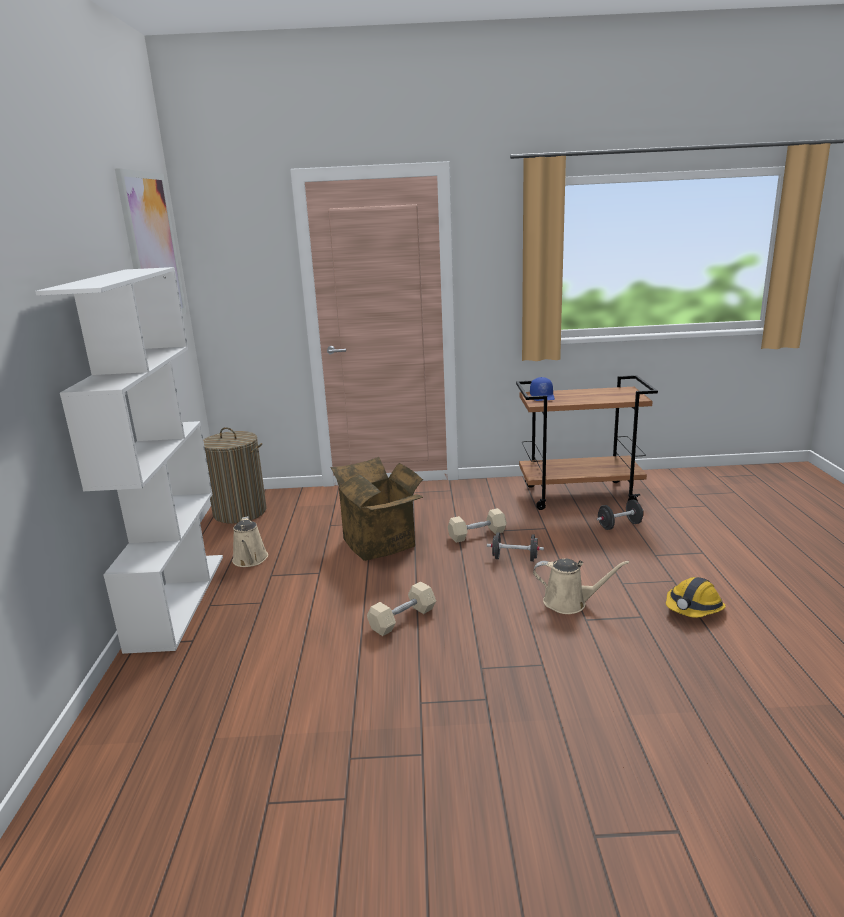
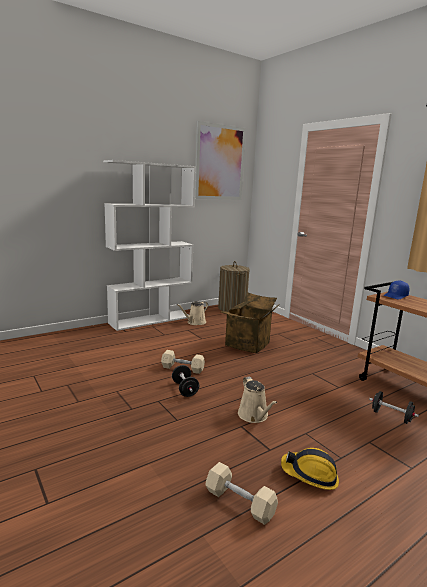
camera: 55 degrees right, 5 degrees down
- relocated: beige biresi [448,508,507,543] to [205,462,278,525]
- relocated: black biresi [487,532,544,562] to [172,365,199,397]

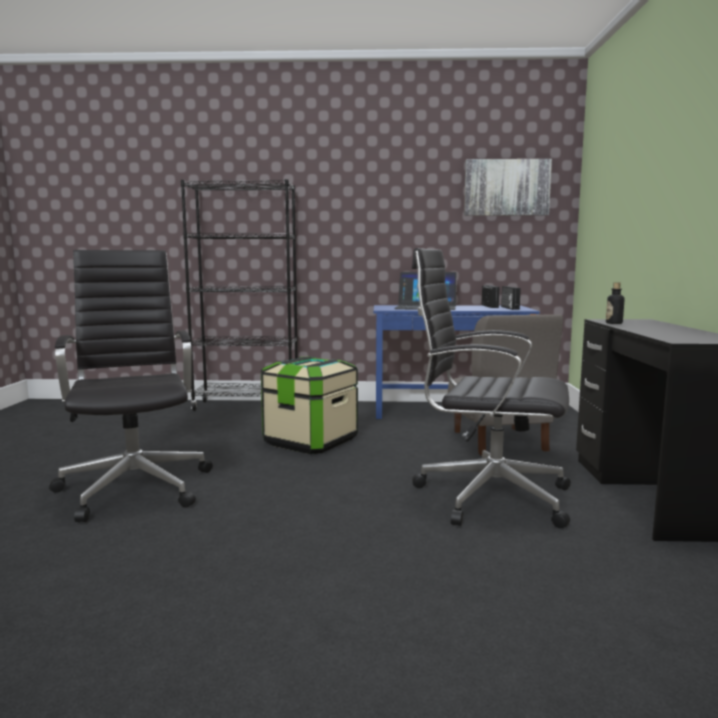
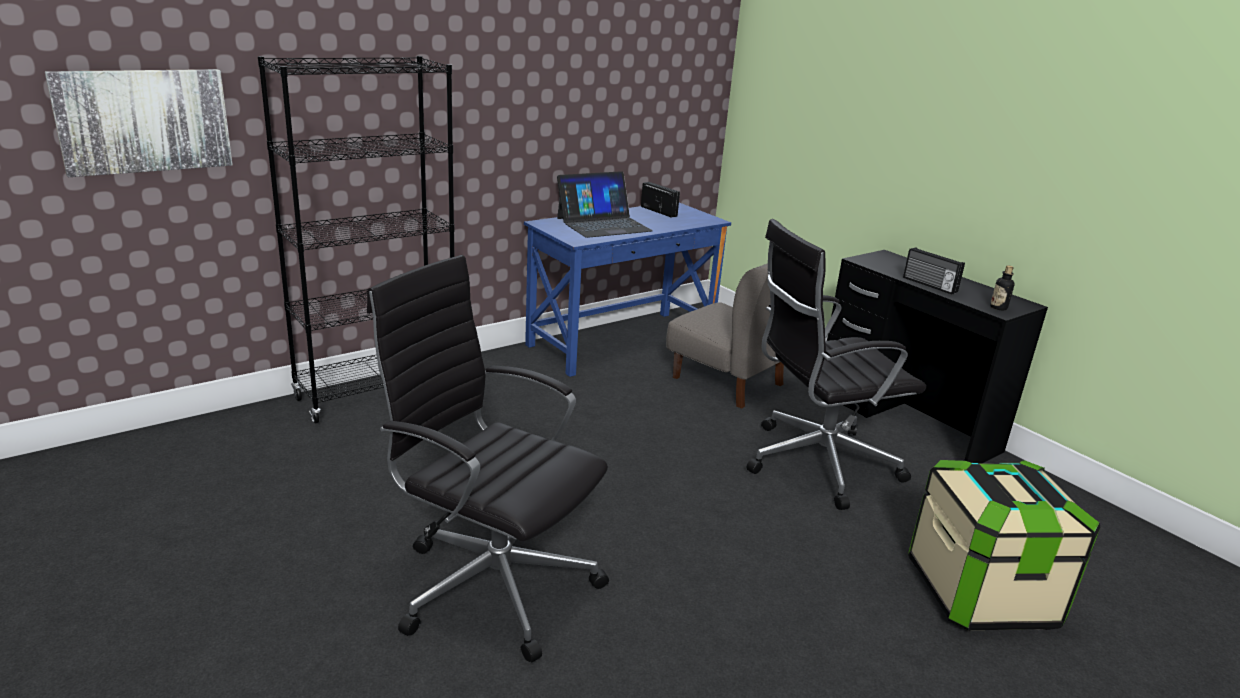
camera: 40 degrees left, 15 degrees up
- relocated: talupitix [261,356,358,454] to [908,460,1100,631]
- relocated: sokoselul [464,159,552,216] to [45,69,233,177]
- relocated: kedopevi [501,286,521,310] to [903,247,965,294]
- relocated: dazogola [606,282,625,324] to [990,265,1015,310]

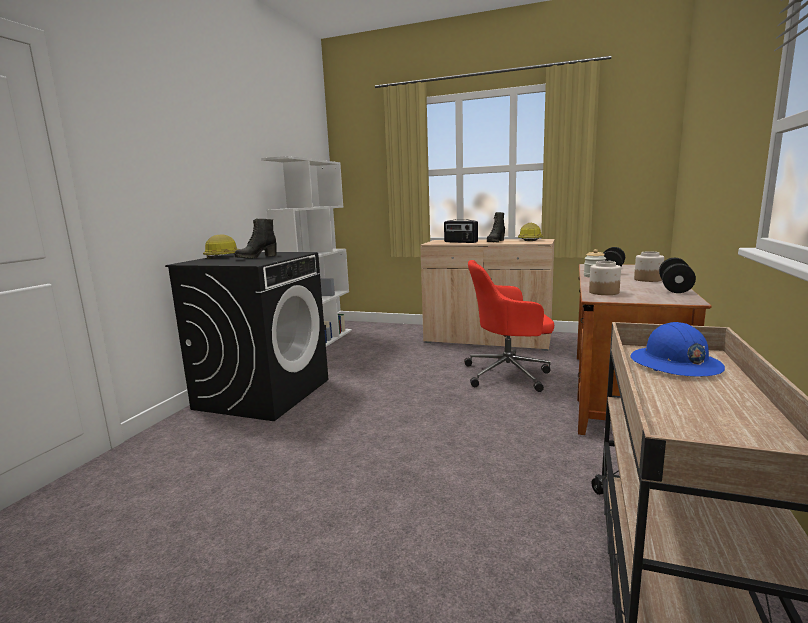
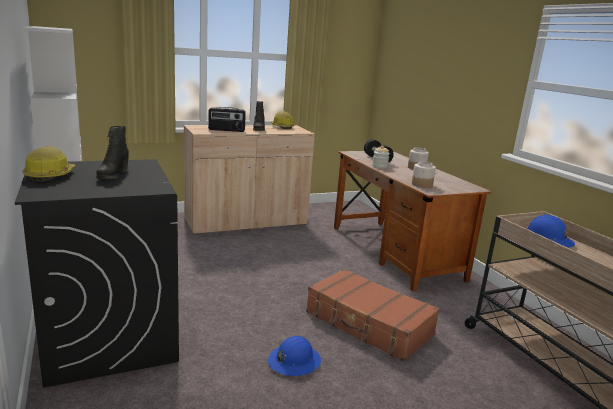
camera: 45 degrees left, 5 degrees up
- missing: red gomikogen [464,260,554,392]
- missing: black biresi [659,258,696,293]
- appeared: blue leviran [268,336,321,376]
- appeared: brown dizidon [306,268,440,362]

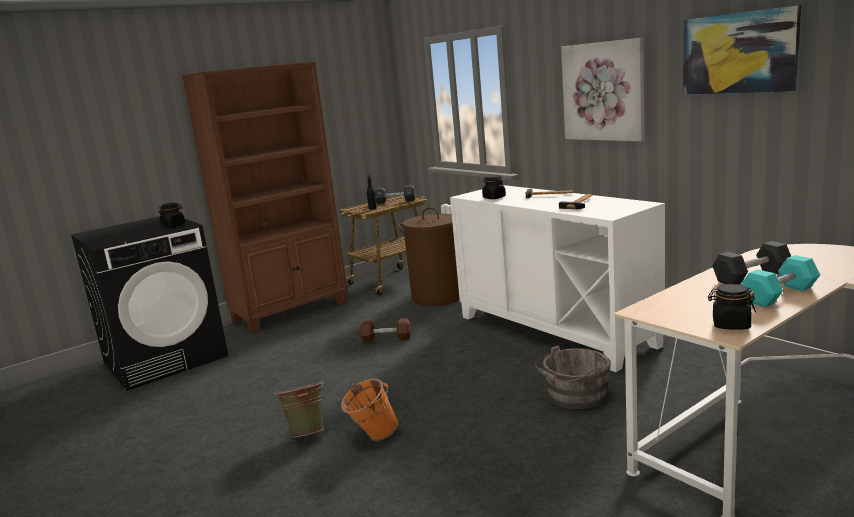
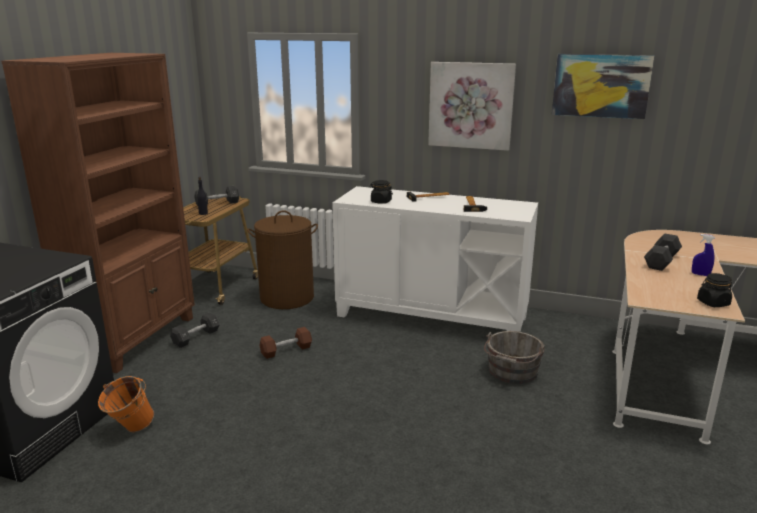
camera: 35 degrees left, 5 degrees up
- missing: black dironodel [159,203,185,228]
- missing: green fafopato [274,379,324,437]
- appeared: black biresi [170,313,220,348]
- relocated: orange fafopato [341,379,398,441] to [98,376,154,432]
- exchanged: turquoise biresi [741,255,820,307] to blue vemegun [692,234,715,276]

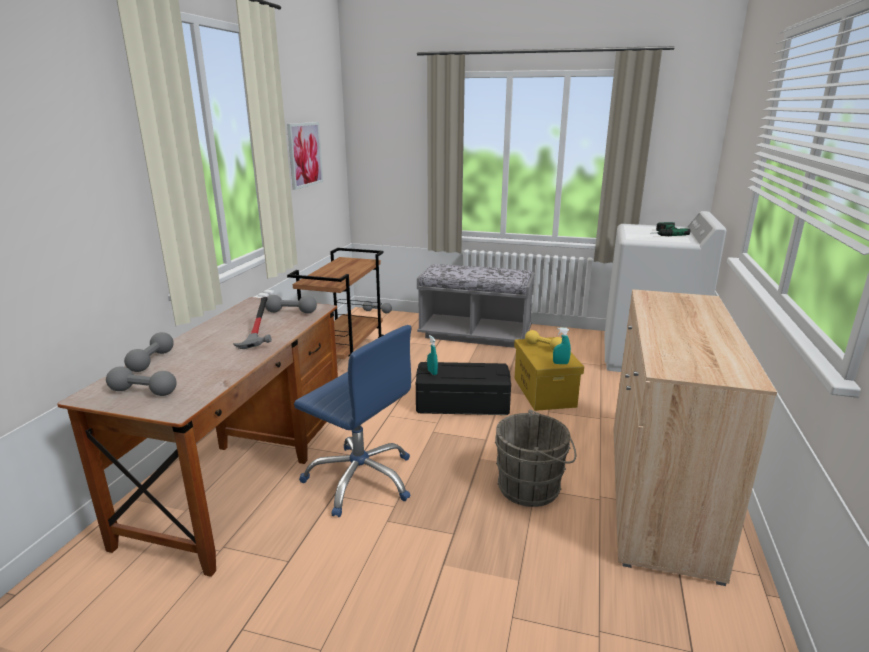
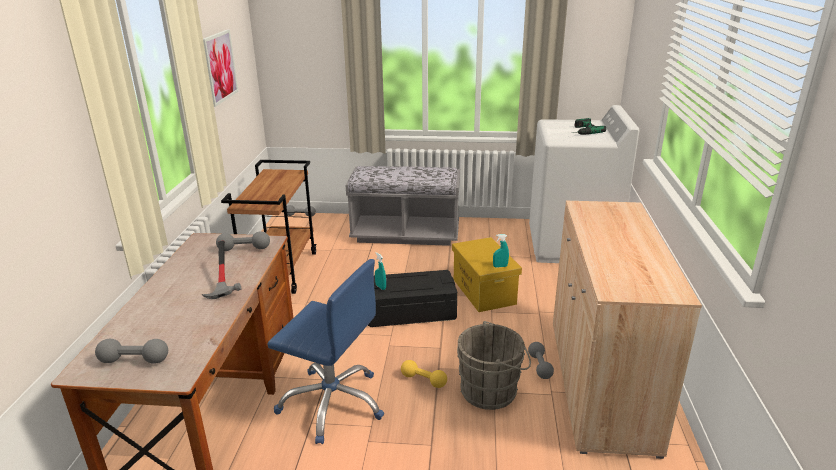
camera: 10 degrees left, 5 degrees up
- relocated: grey biresi [124,332,174,372] to [528,342,554,379]
- relocated: yellow biresi [525,330,562,350] to [401,360,447,388]

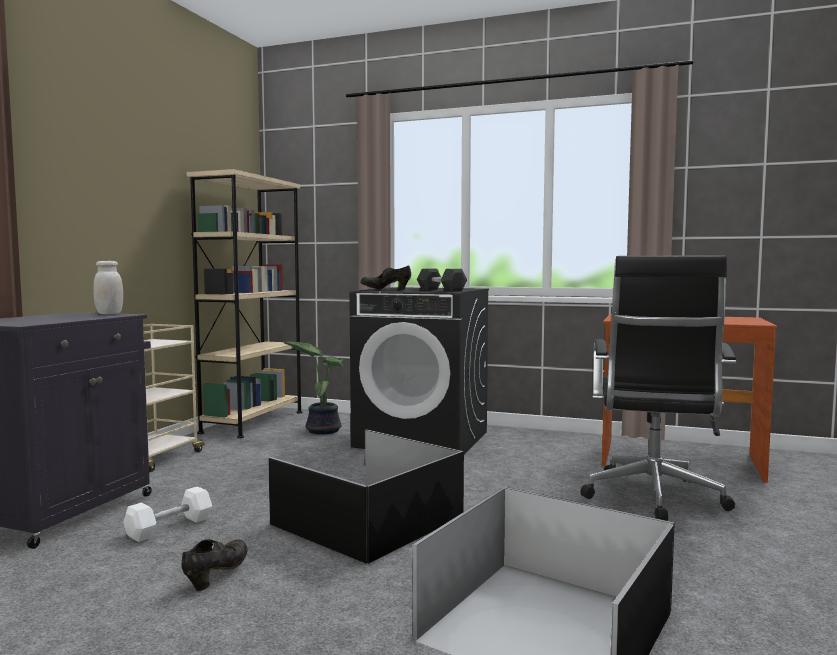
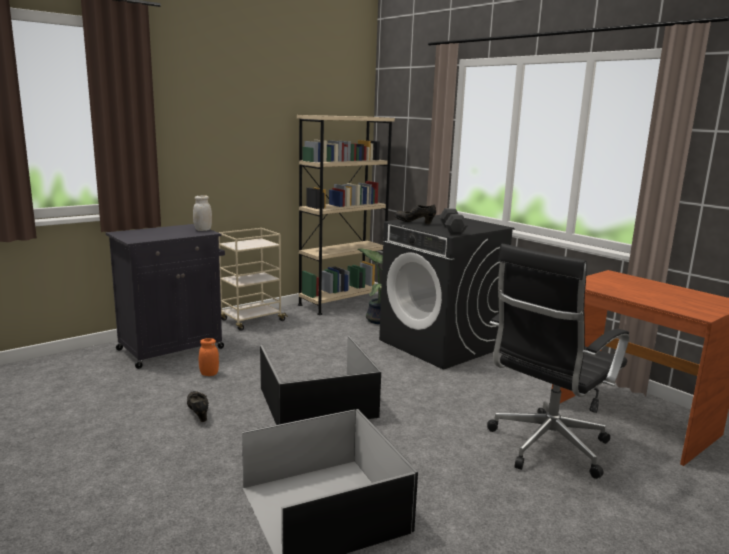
camera: 30 degrees right, 10 degrees up
- exchanged: white biresi [123,487,212,542] to orange dironodel [199,338,219,376]
- spun: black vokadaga [181,539,248,591] = [187,391,209,422] 75 degrees counterclockwise

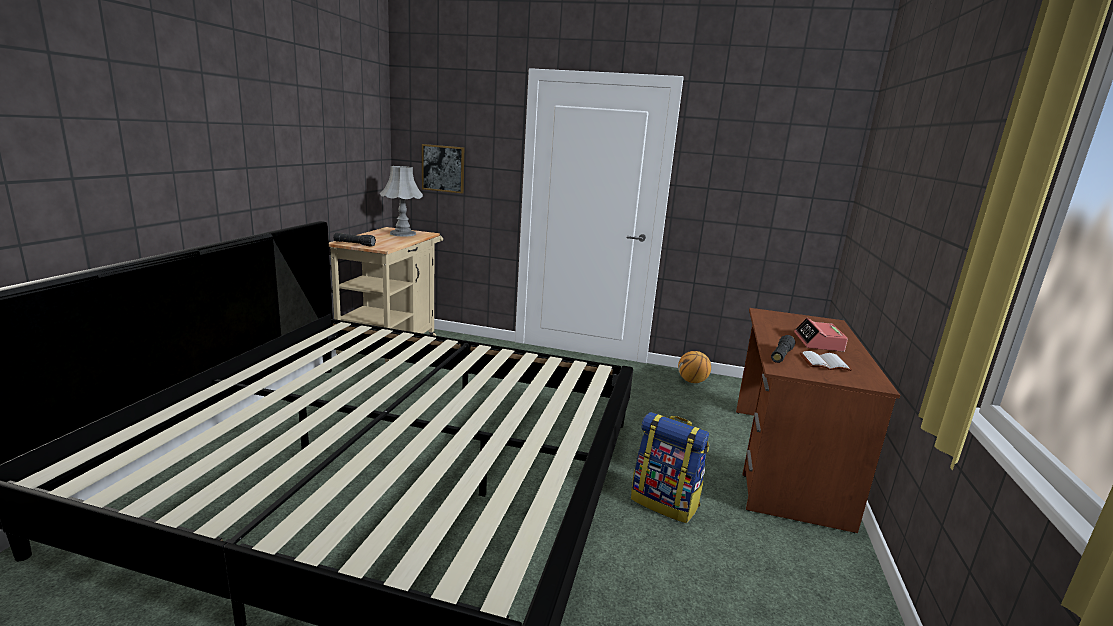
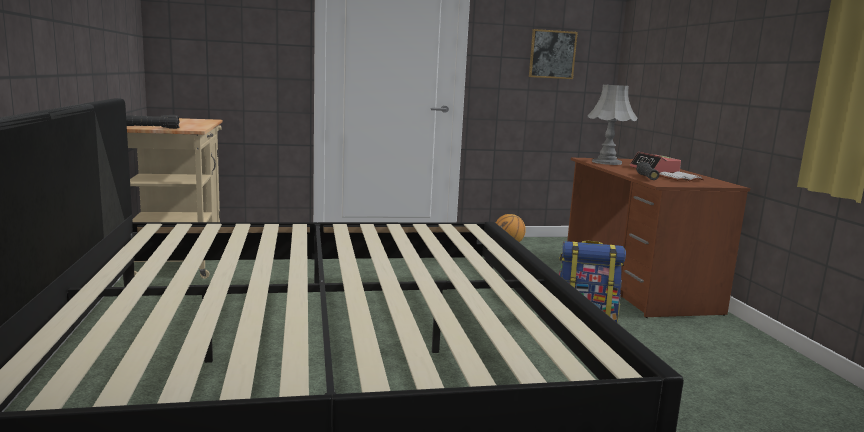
camera: 25 degrees left, 5 degrees down
- relocated: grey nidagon [380,166,423,237] to [587,85,638,165]
- relocated: sokoselul [422,144,464,193] to [529,29,578,79]

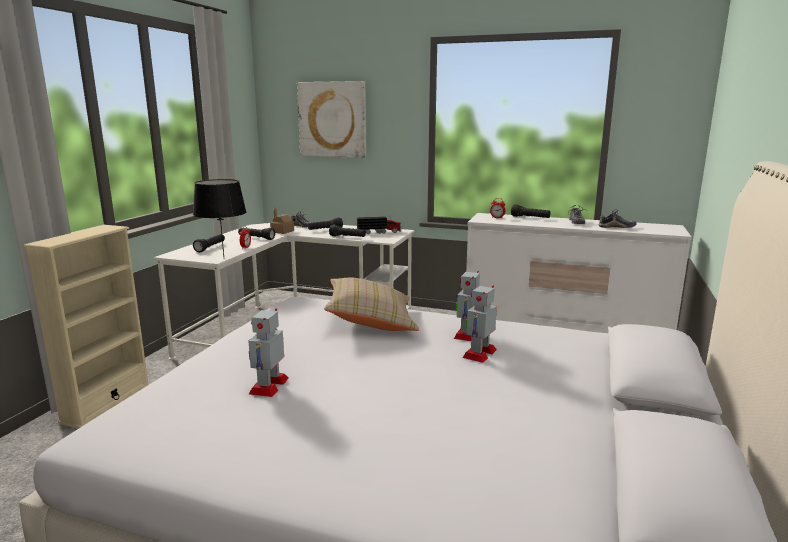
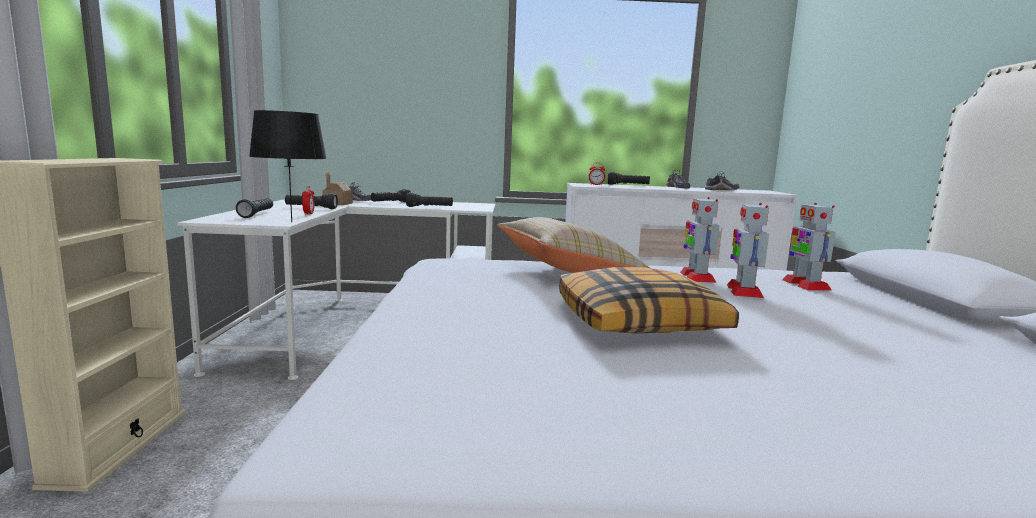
camera: 20 degrees left, 5 degrees down
- missing: sokoselul [297,81,366,158]
- missing: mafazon [357,216,401,234]
- appeared: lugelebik [559,267,739,333]
- relocated: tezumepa [248,309,288,397] to [782,203,836,291]

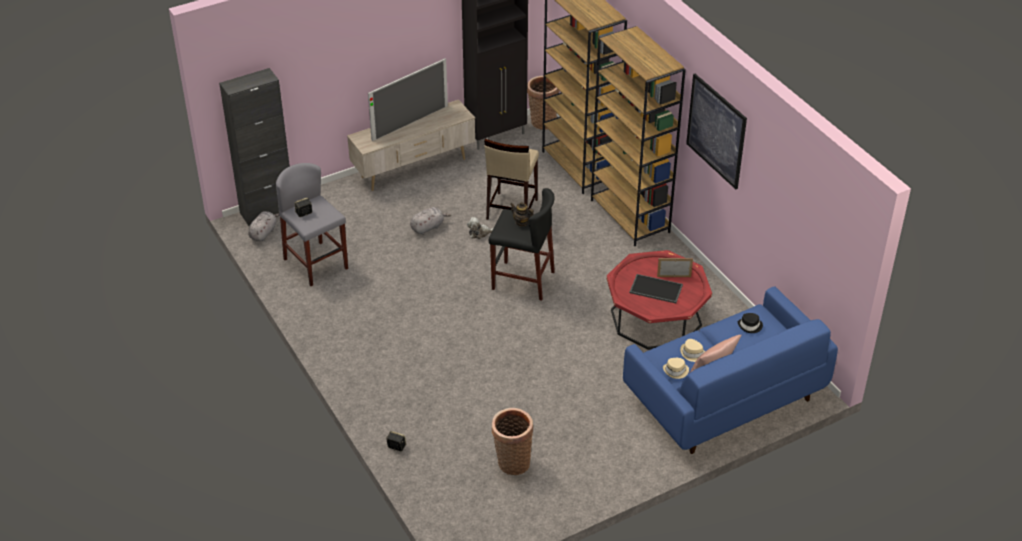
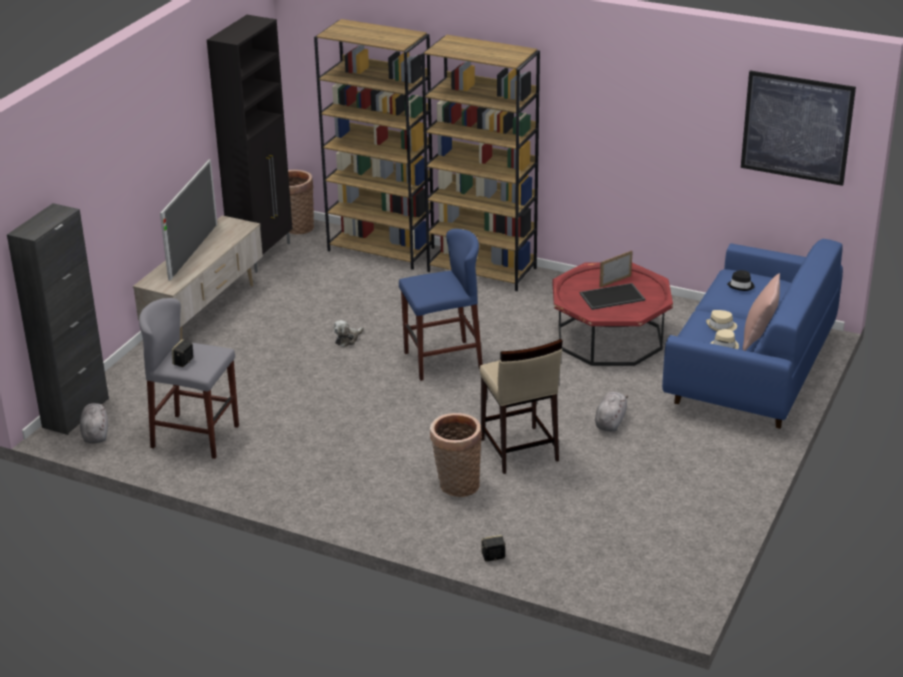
camera: 35 degrees left, 10 degrees down
- missing: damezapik [510,202,534,227]
- relocated: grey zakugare [410,207,451,235] to [595,391,629,432]
- relocated: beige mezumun [484,139,539,220] to [480,339,563,474]
- relocated: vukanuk [492,408,533,475] to [430,413,482,497]
- relocated: sokoselul [686,74,747,189] to [741,71,856,186]
- colour: black mezumun [489,188,555,301] to blue mezumun [399,229,483,381]

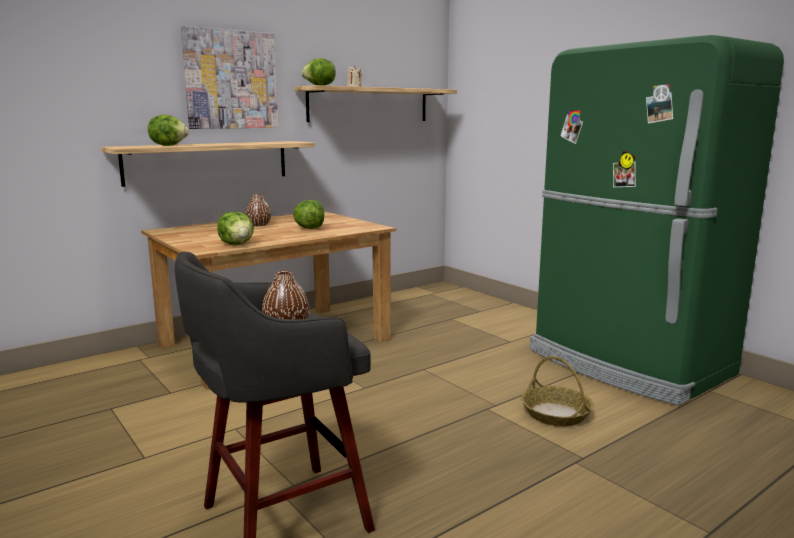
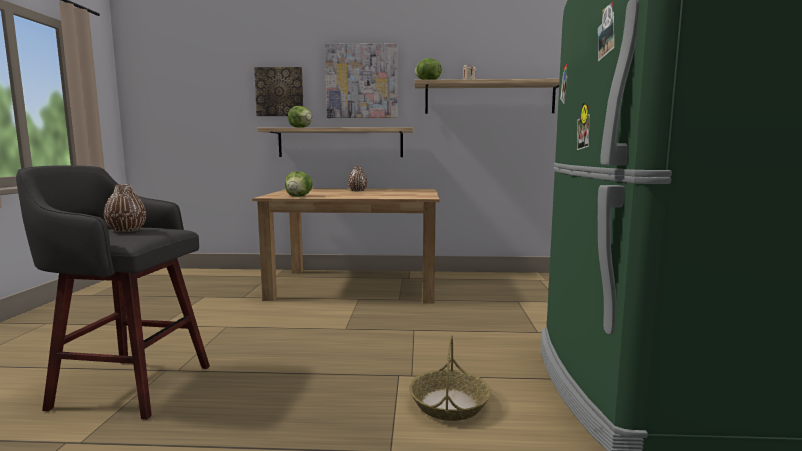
camera: 40 degrees right, 5 degrees down
- missing: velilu [293,200,324,229]
- appeared: sokoselul [254,67,303,116]

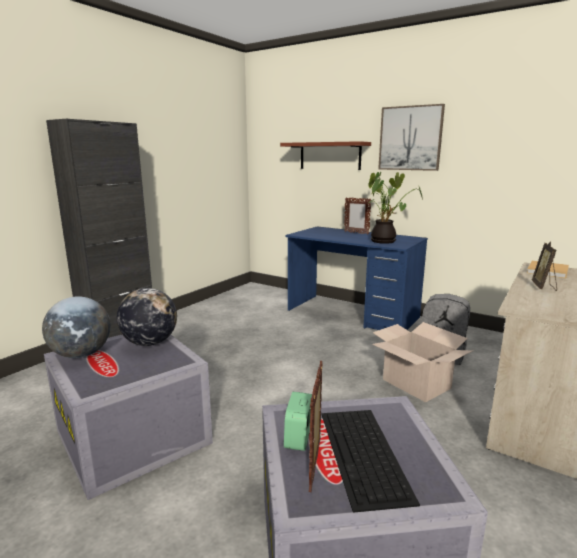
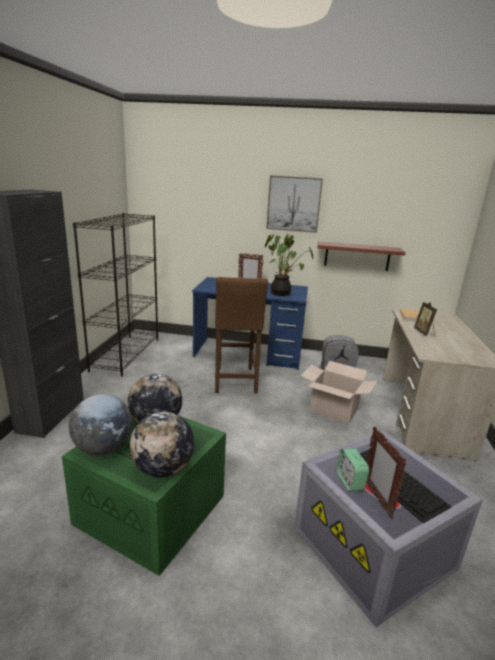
camera: 25 degrees left, 5 degrees up
- appeared: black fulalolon [73,213,158,377]
- appeared: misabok [130,412,194,477]
- appeared: brown mezumun [215,277,268,393]
- relocated: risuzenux [280,141,371,170] to [318,241,406,271]
- colour: grey talupitix [44,335,213,500] to green talupitix [62,416,226,576]

